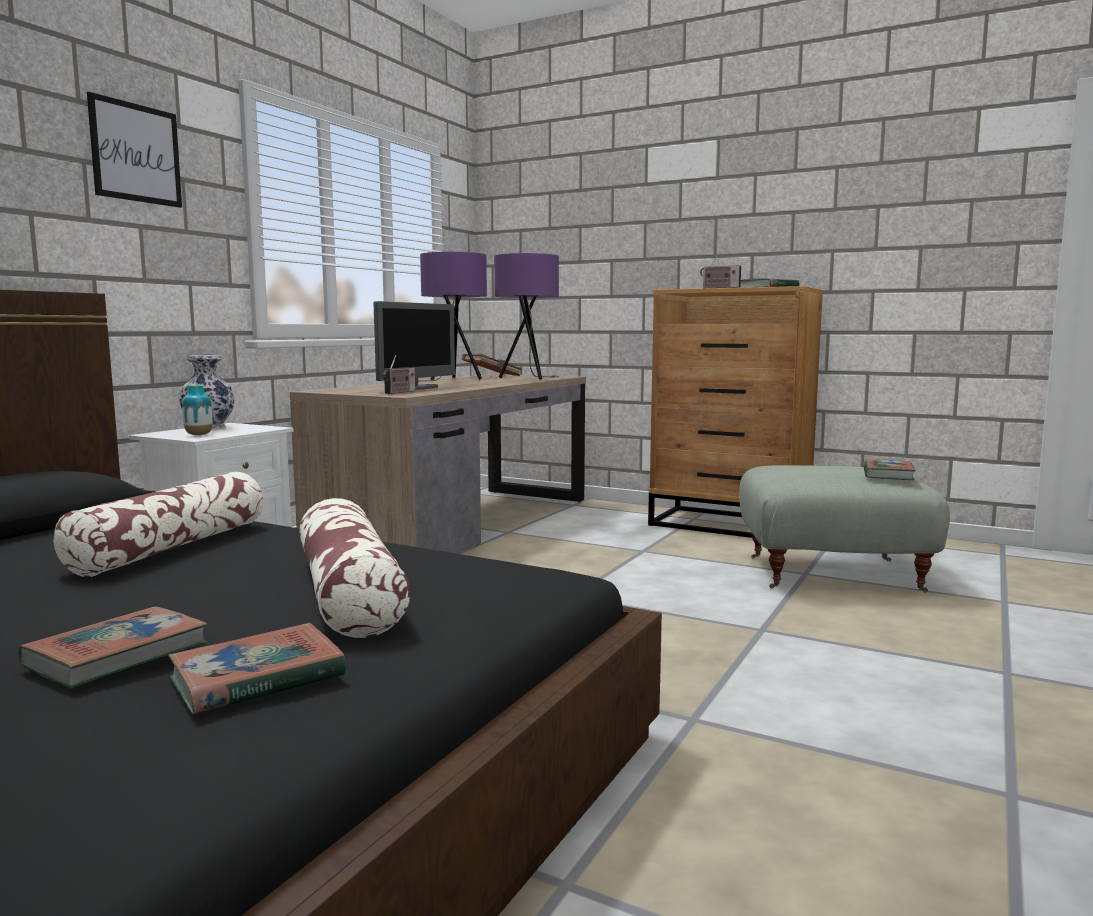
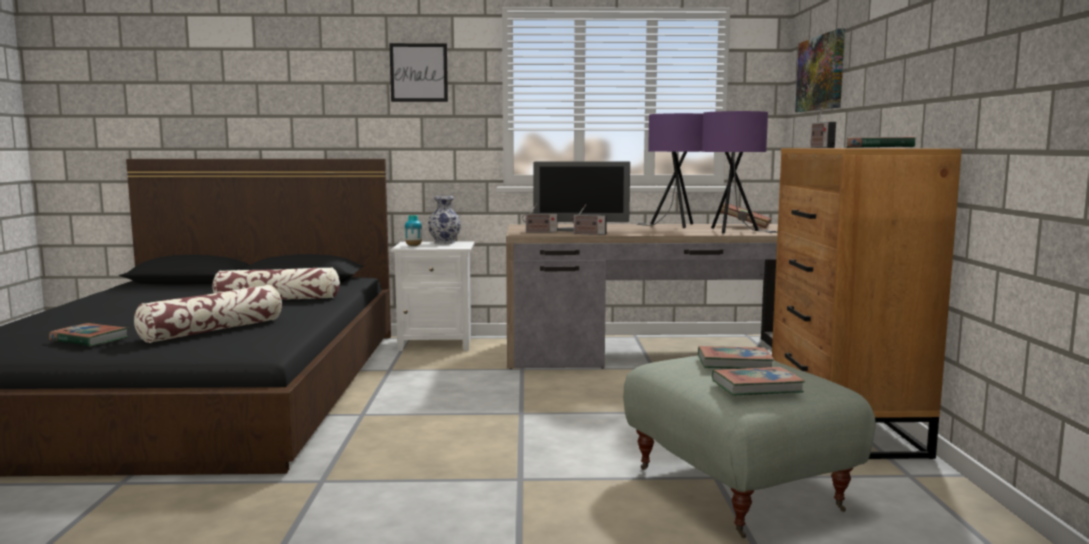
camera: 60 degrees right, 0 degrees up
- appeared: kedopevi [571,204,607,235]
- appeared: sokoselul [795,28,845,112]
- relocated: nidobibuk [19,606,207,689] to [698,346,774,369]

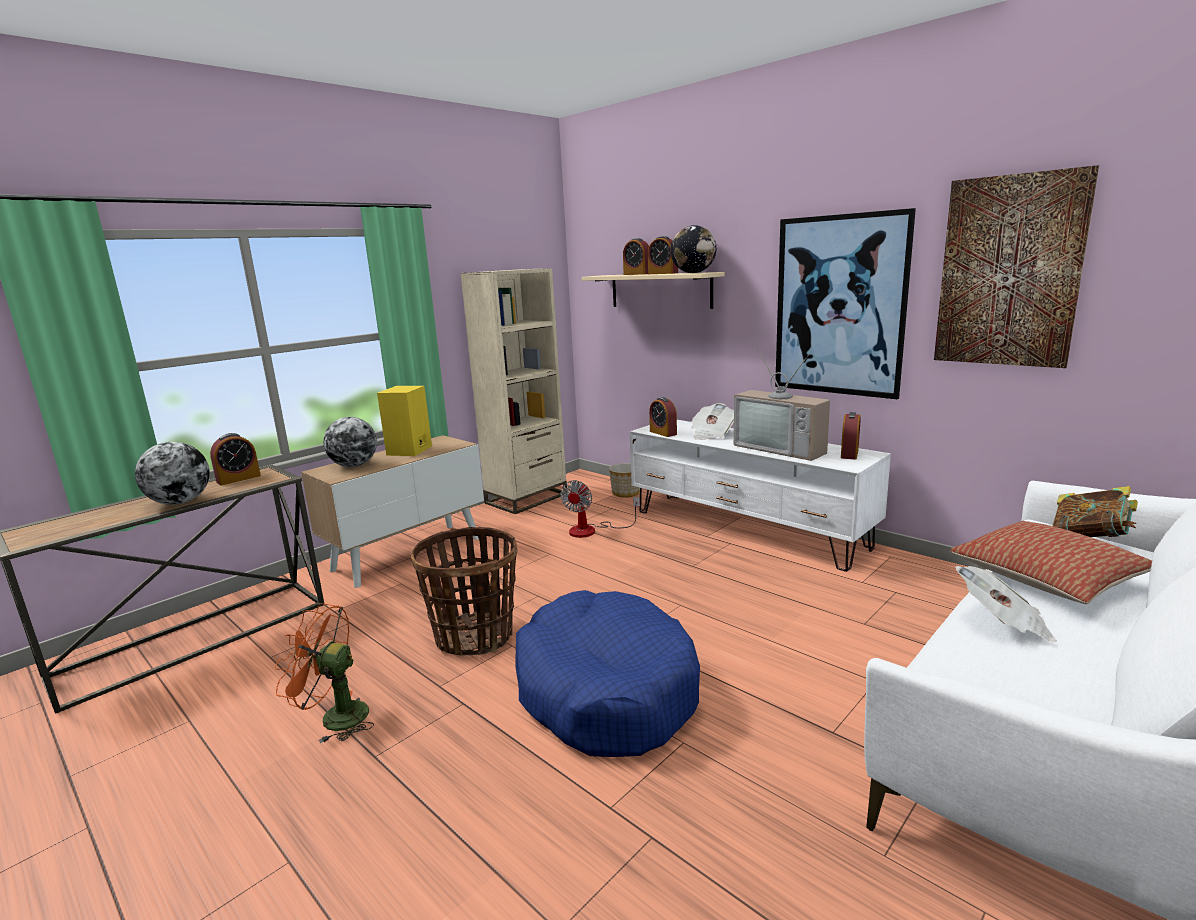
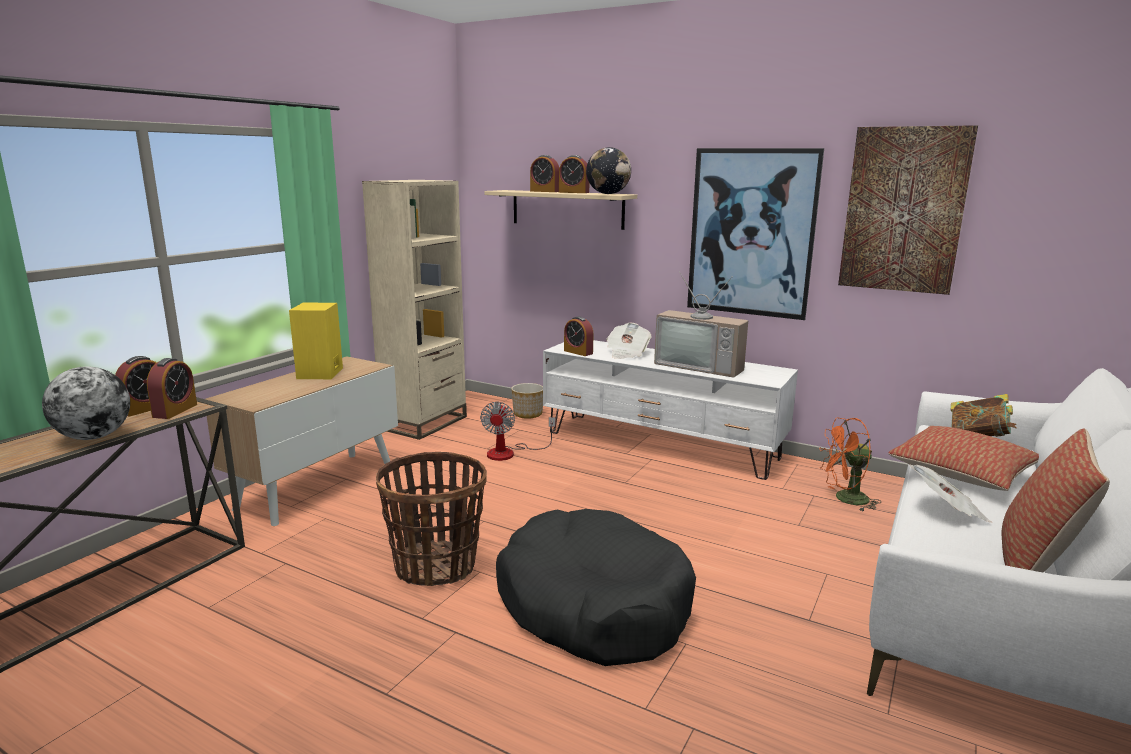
camera: 15 degrees left, 0 degrees up
- missing: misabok [323,417,377,467]
- appeared: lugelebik [1002,429,1110,573]
- relocated: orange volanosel [275,603,374,743] to [820,417,881,511]
- relocated: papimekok [841,412,861,459] to [147,358,197,419]
- colour: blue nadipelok [515,590,700,757] to black nadipelok [496,509,696,666]

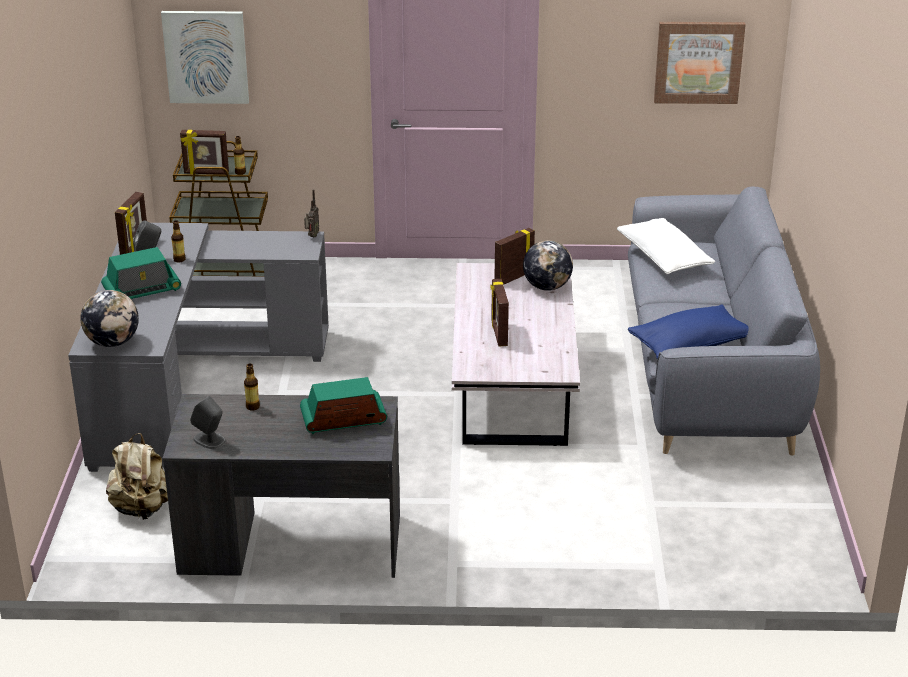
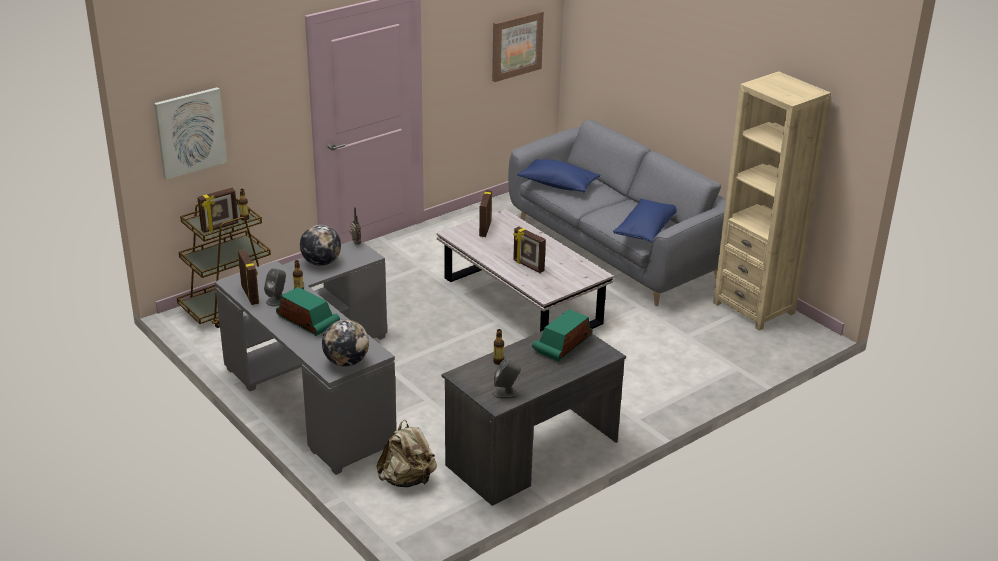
camera: 40 degrees left, 0 degrees up
- appeared: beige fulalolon [713,71,831,331]
- relocated: misabok [523,240,573,291] to [300,225,341,266]
- colour: white lugelebik [617,218,715,274] to blue lugelebik [518,159,600,192]
- spun: kedopevi [101,247,181,299] = [276,287,340,336] 75 degrees counterclockwise

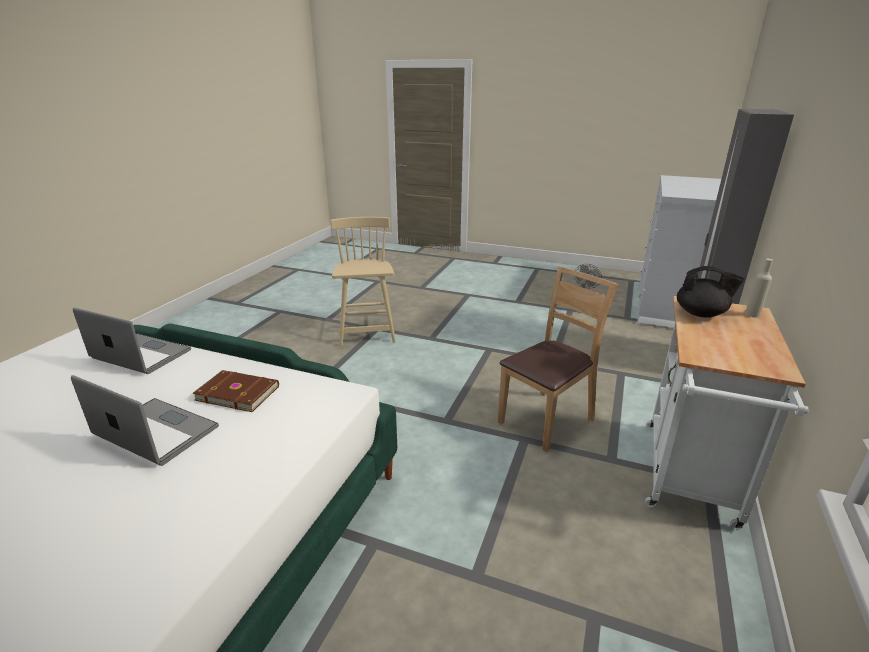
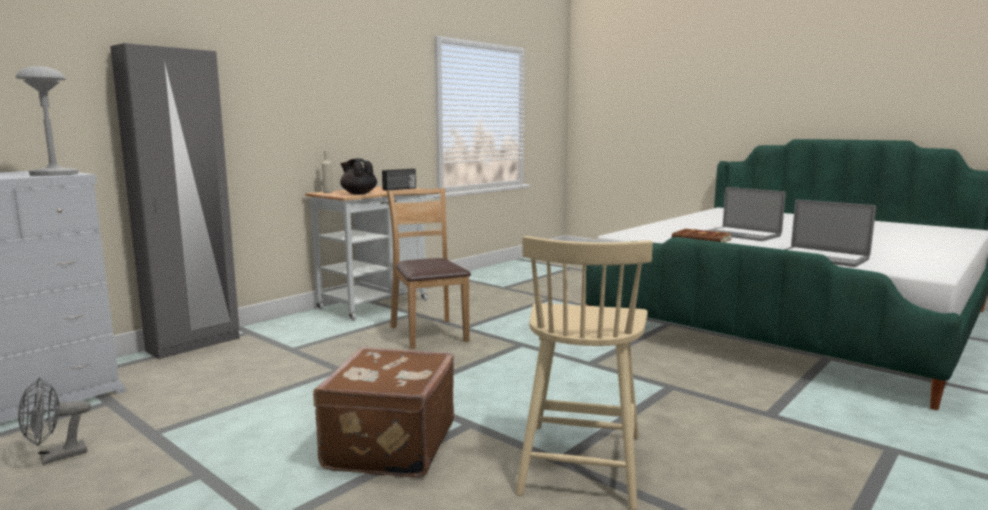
camera: 160 degrees left, 15 degrees down
- appeared: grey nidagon [16,66,79,176]
- appeared: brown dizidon [313,347,454,478]
- appeared: kedopevi [382,169,416,191]
- spun: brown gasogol [498,266,618,452] = [387,188,471,349] 90 degrees clockwise

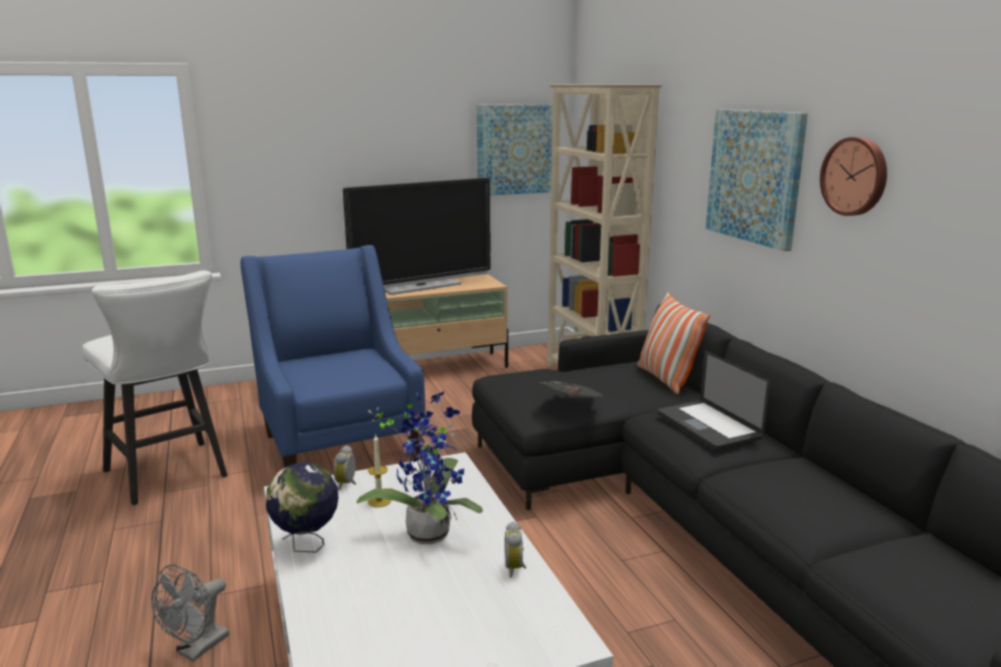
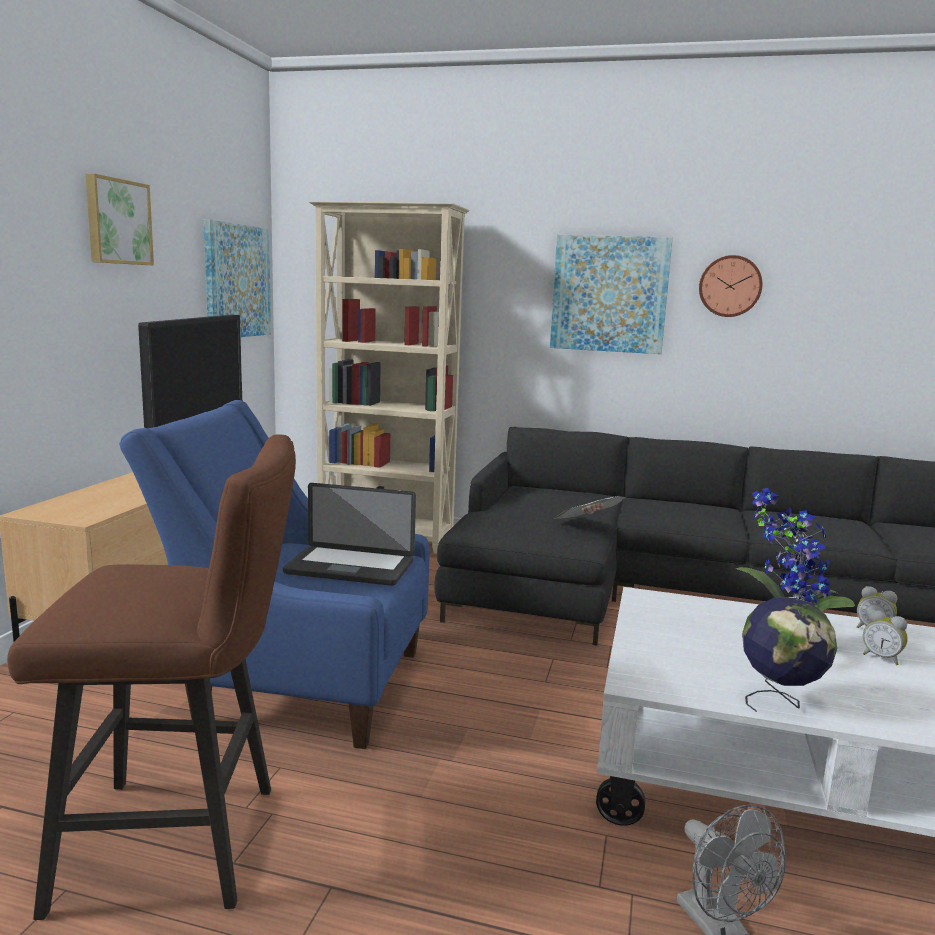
camera: 55 degrees left, 5 degrees down
- missing: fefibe [368,435,391,507]
- missing: lugelebik [638,292,710,394]
- appeared: sokoselul [86,173,154,265]
- relocated: papimekok [334,445,356,490] to [863,610,908,665]
- relocated: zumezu [658,351,770,450] to [283,483,416,586]
- colour: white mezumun [82,270,228,505] to brown mezumun [7,435,296,920]

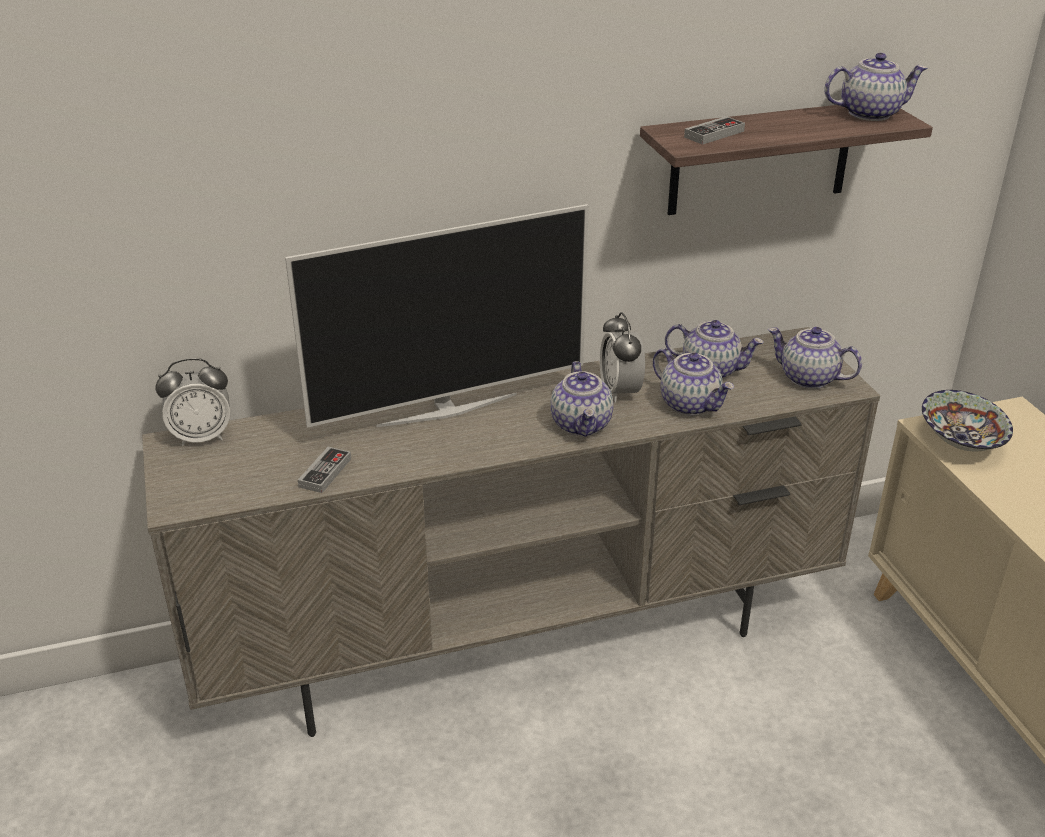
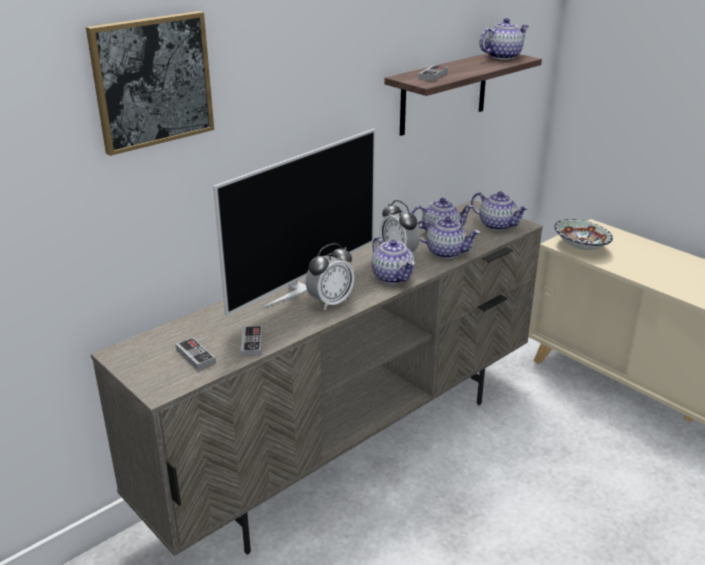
camera: 25 degrees left, 5 degrees down
- appeared: sokoselul [86,11,214,156]
- appeared: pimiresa [175,337,216,370]
- relocated: papimekok [155,358,230,446] to [306,243,354,310]
- spun: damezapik [768,327,862,389] = [471,191,529,231] 150 degrees counterclockwise

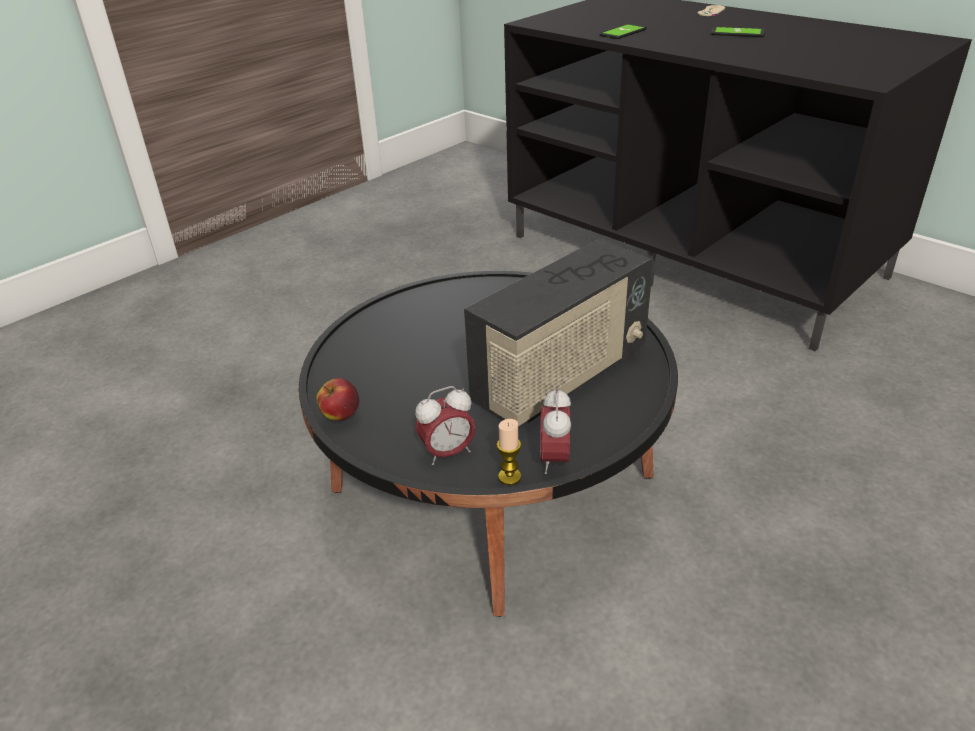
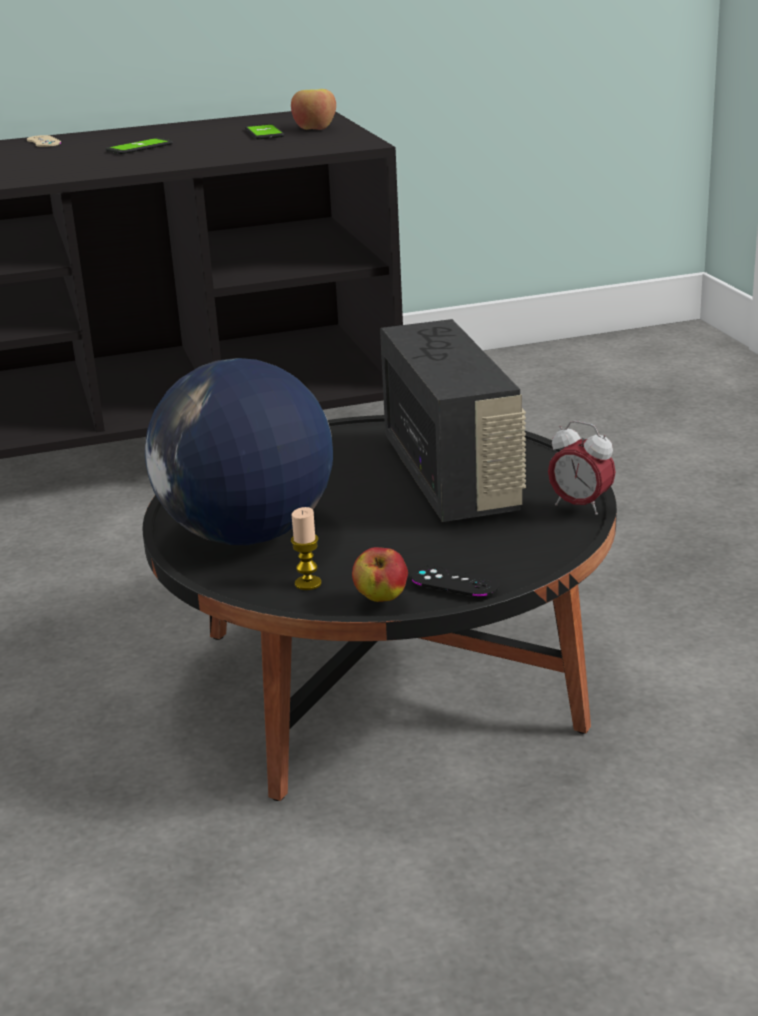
camera: 60 degrees left, 10 degrees down
- missing: papimekok [415,386,476,465]
- appeared: misabok [145,358,333,545]
- appeared: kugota [291,89,336,130]
- appeared: black pimiresa [411,565,499,597]
- relocated: fefibe [497,419,521,485] to [291,507,322,590]
- relocated: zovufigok [599,24,647,39] to [245,124,285,139]

